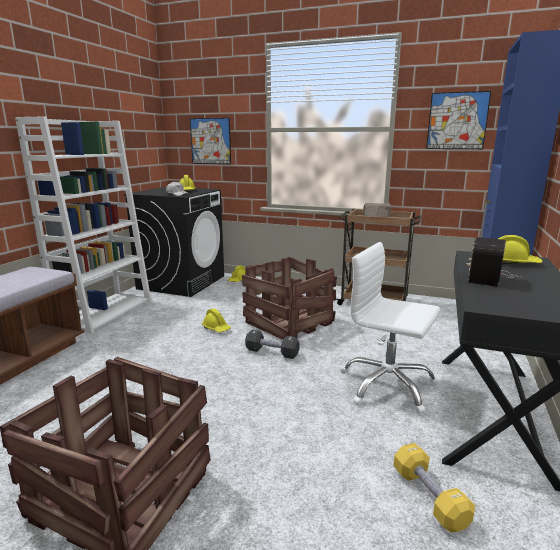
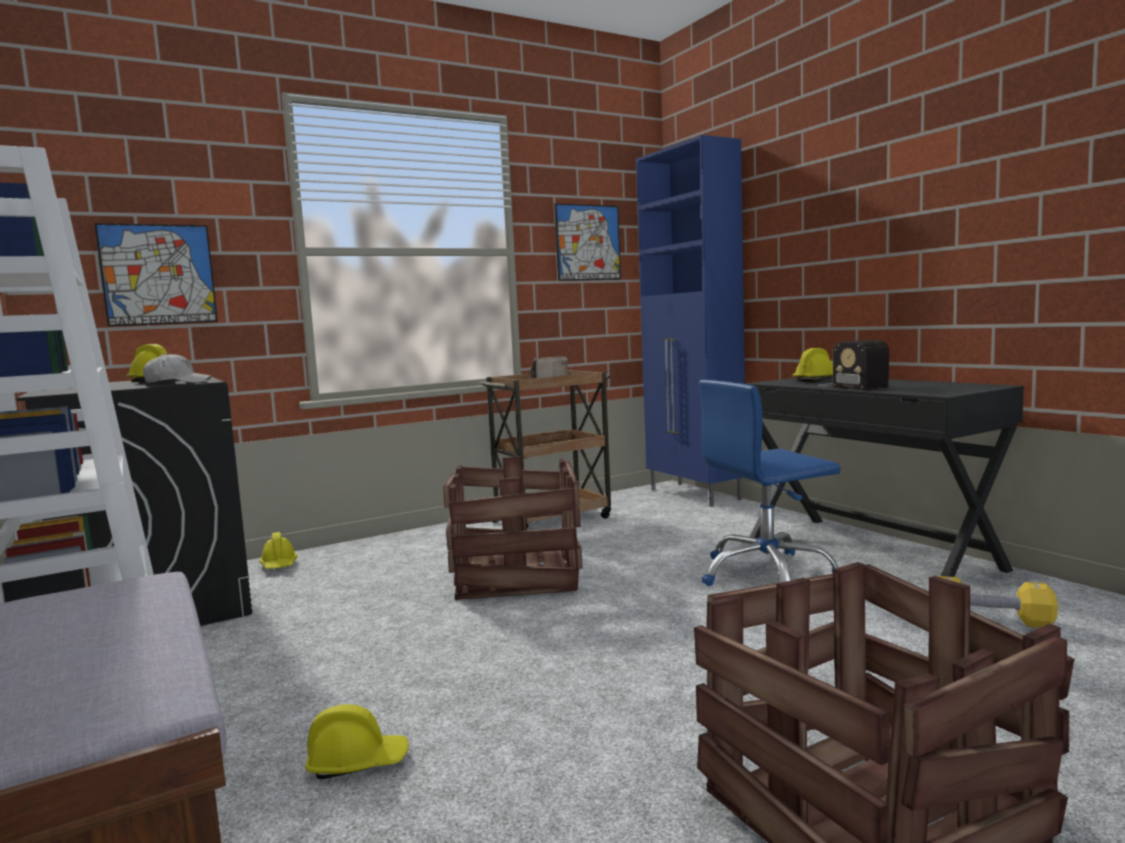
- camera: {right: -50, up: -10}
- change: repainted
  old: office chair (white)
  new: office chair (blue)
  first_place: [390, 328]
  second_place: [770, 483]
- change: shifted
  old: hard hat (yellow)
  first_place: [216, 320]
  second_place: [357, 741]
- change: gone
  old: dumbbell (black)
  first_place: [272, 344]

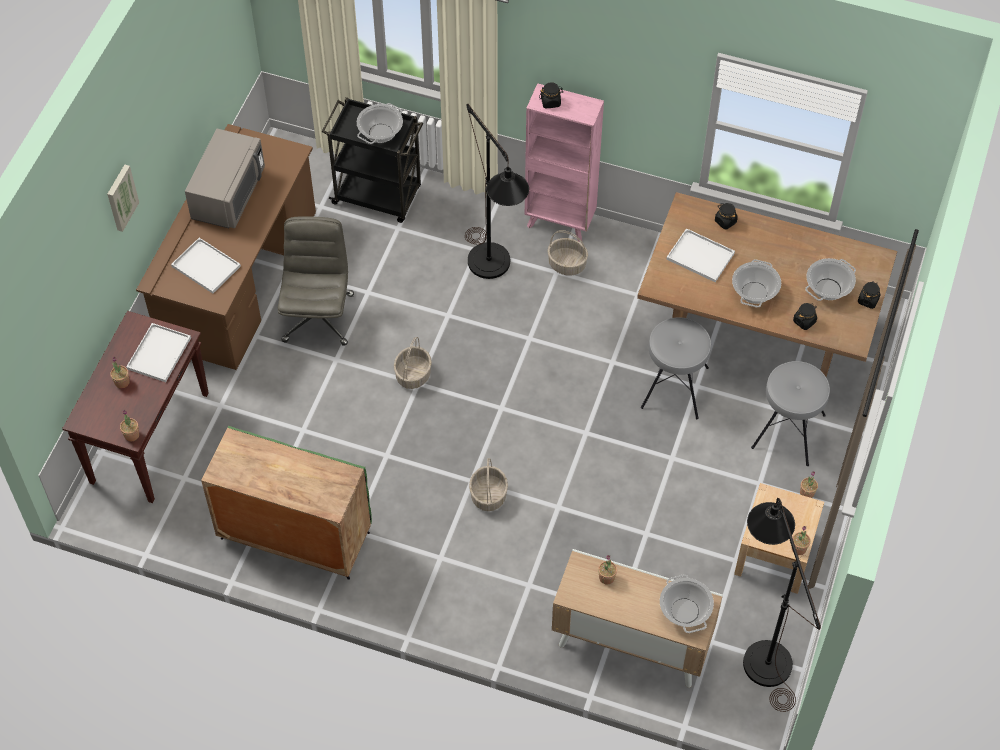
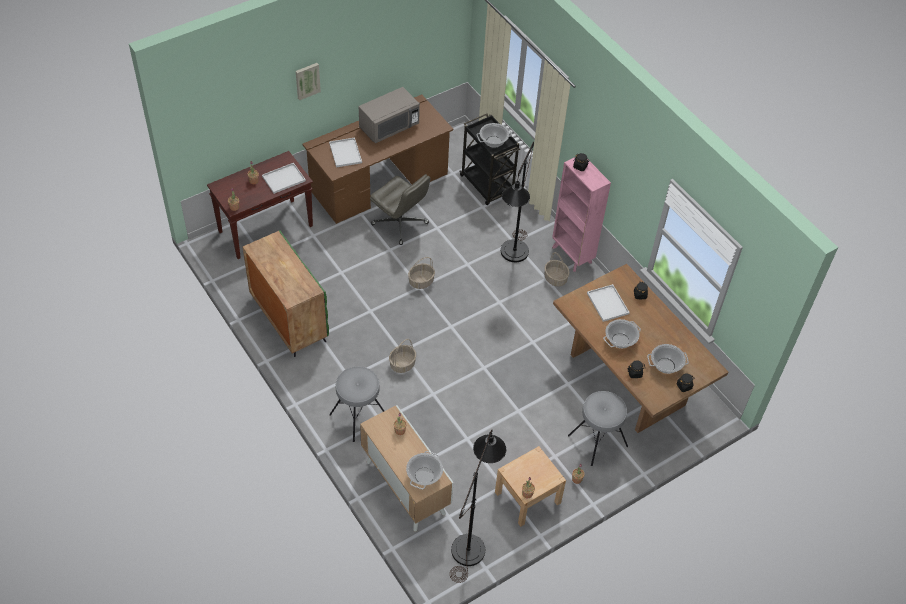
- camera: {right: 35, up: -5}
- change: rotated
  old: office chair (grey)
  first_place: [316, 281]
  second_place: [400, 209]
  degrees: 90
- change: shifted
  old: stool (grey)
  first_place: [676, 368]
  second_place: [356, 404]

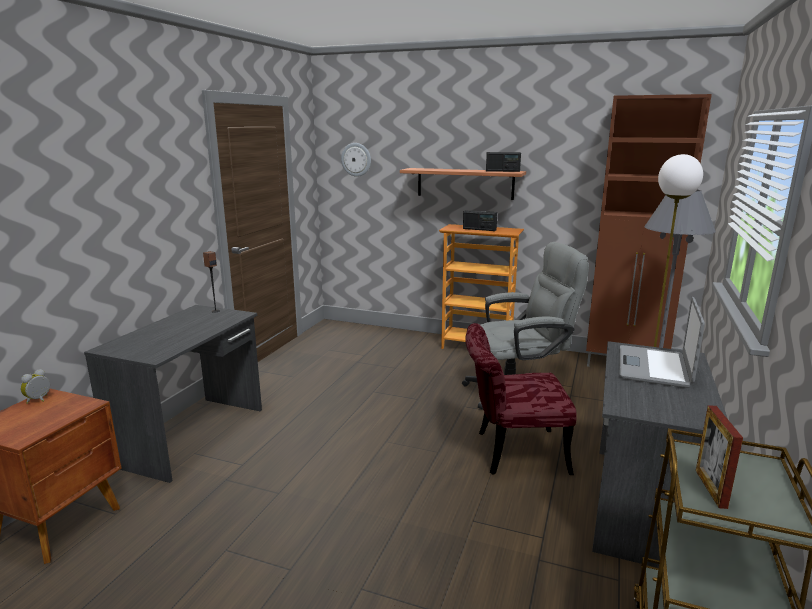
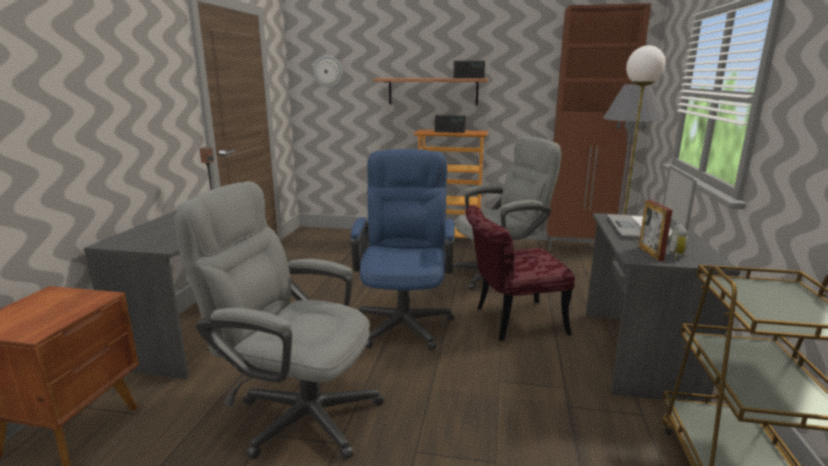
- camera: {right: -10, up: 0}
- change: shifted
  old: alarm clock
  first_place: [35, 386]
  second_place: [679, 241]
- change: shifted
  old: picture frame
  first_place: [719, 457]
  second_place: [656, 230]
- change: new
  new: office chair (blue)
  second_place: [402, 249]
- change: new
  new: office chair (grey)
  second_place: [279, 320]

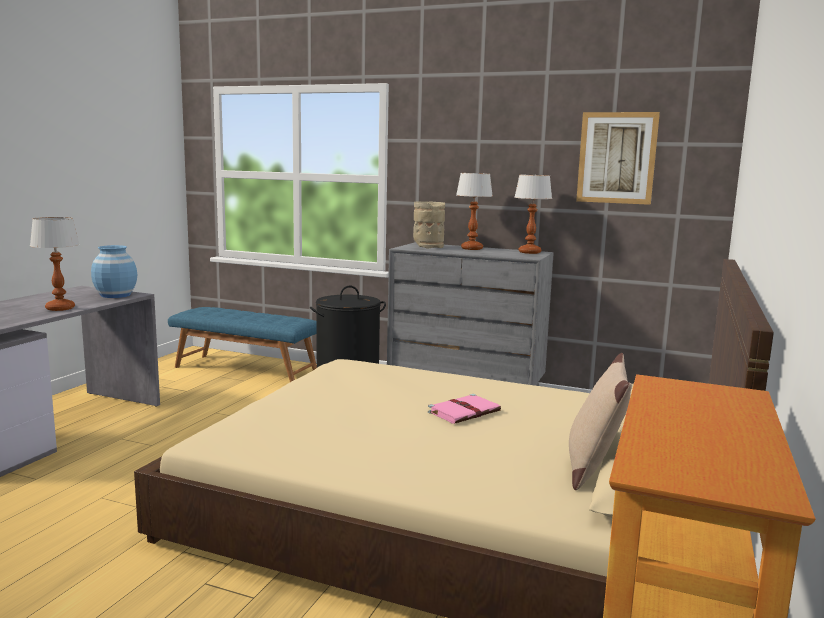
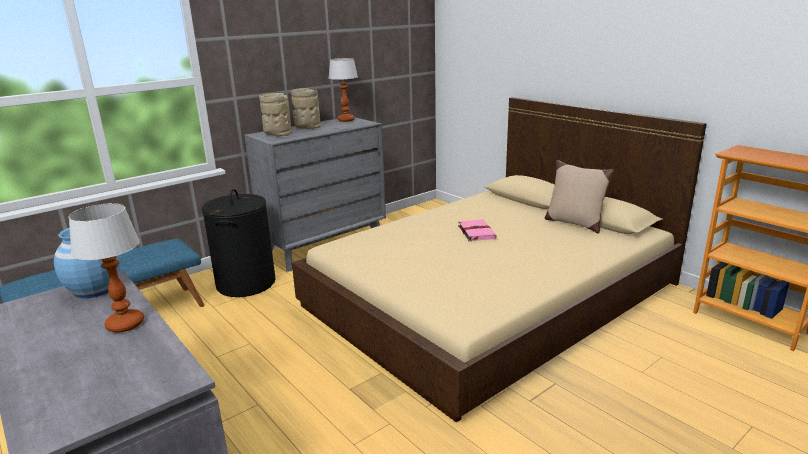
- camera: {right: -60, up: 10}
- change: gone
  old: picture
  first_place: [618, 158]
- change: swapped
  old: table lamp
  new: vase (beige)
  first_place: [474, 211]
  second_place: [306, 108]

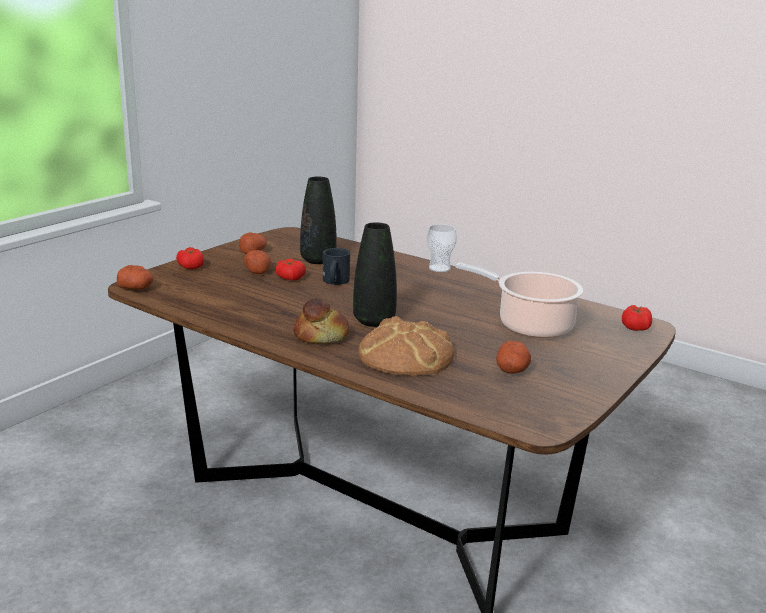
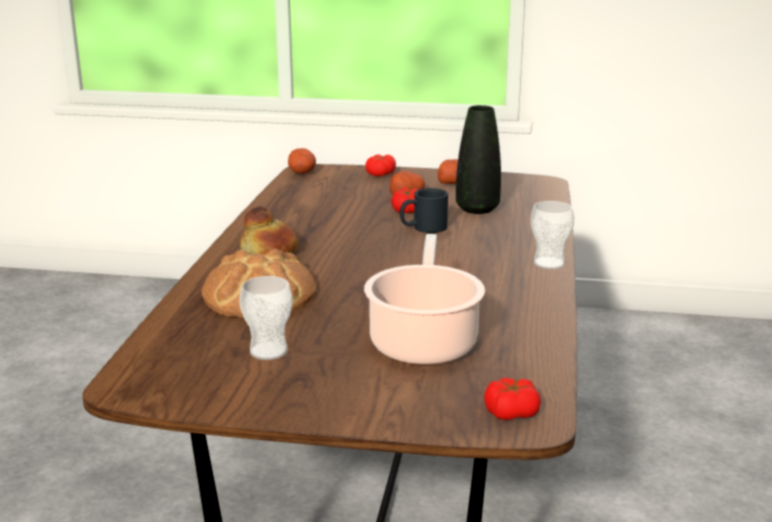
- camera: {right: 65, up: 0}
- change: gone
  old: vase (black)
  first_place: [375, 274]
- change: swapped
  old: potato
  new: cup
  first_place: [513, 357]
  second_place: [266, 318]

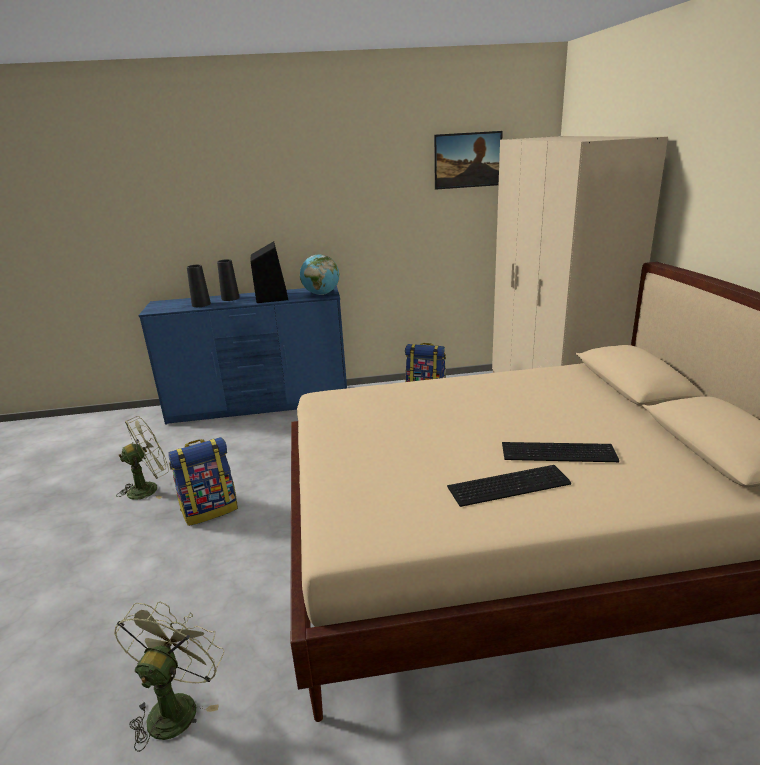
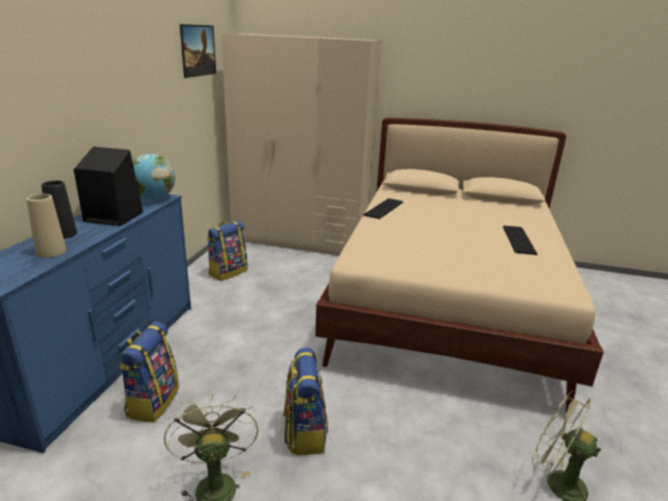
- camera: {right: -70, up: 0}
- change: repainted
  old: vase (black)
  new: vase (beige)
  first_place: [199, 286]
  second_place: [47, 226]
- change: shifted
  old: keyboard
  first_place: [560, 452]
  second_place: [383, 208]
- change: new
  new: backpack
  second_place: [149, 372]

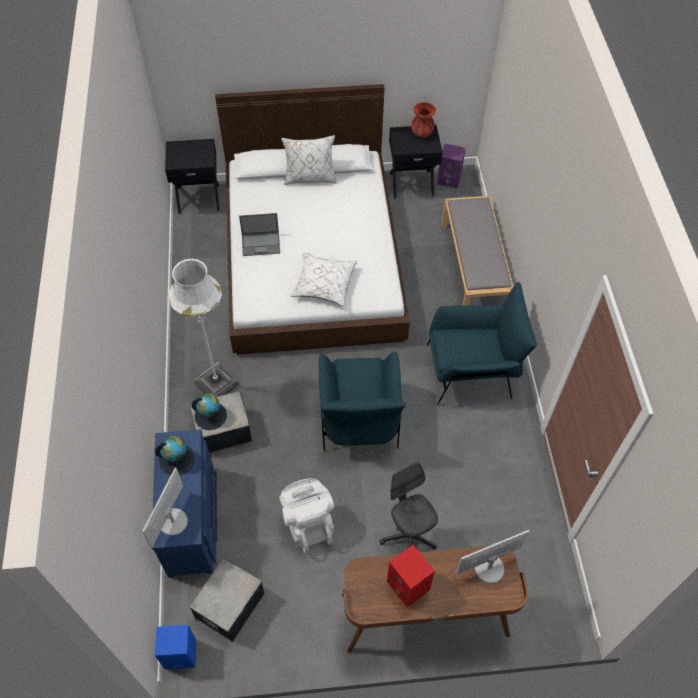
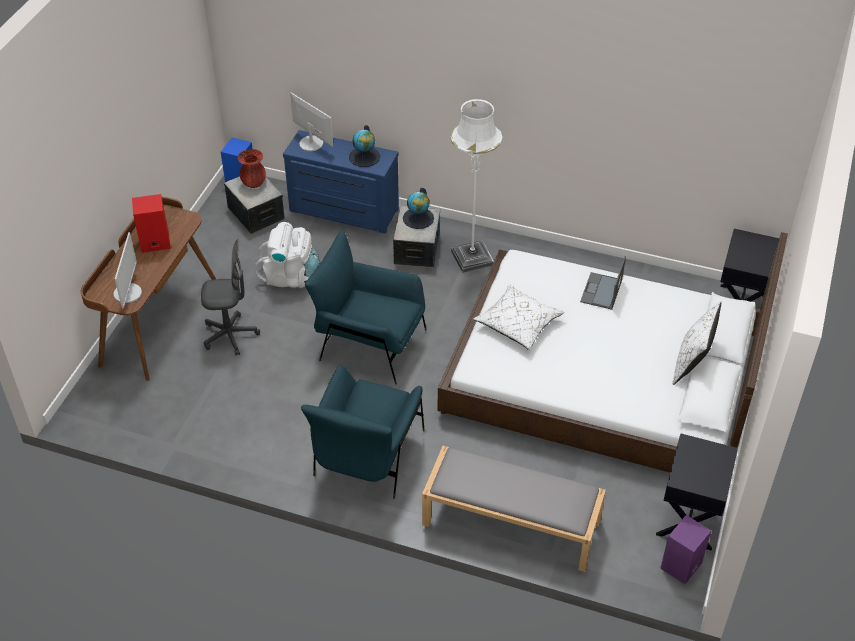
- camera: {right: 115, up: -10}
- change: shifted
  old: vase (red)
  first_place: [423, 120]
  second_place: [252, 168]

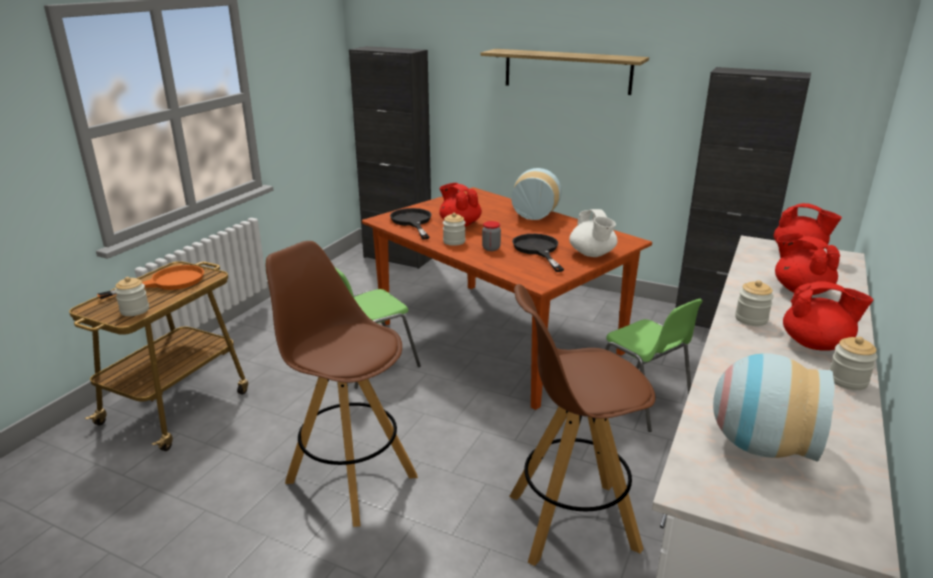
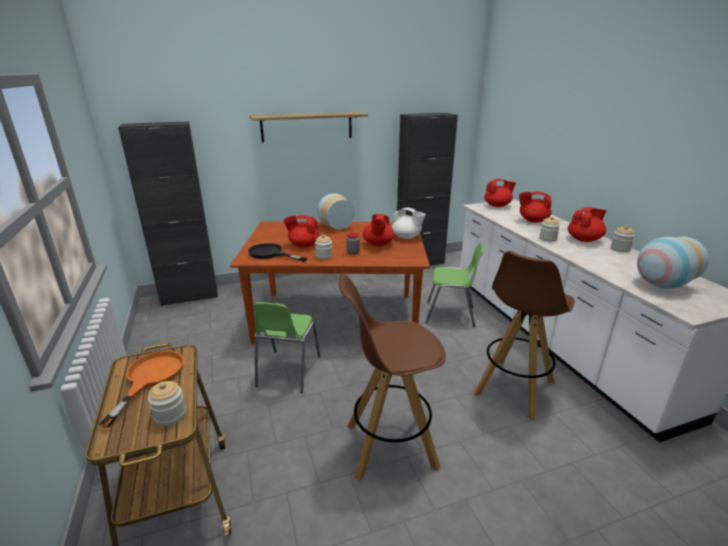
- camera: {right: -45, up: 0}
- change: swapped
  old: frying pan (black)
  new: teapot (red)
  first_place: [538, 253]
  second_place: [378, 230]

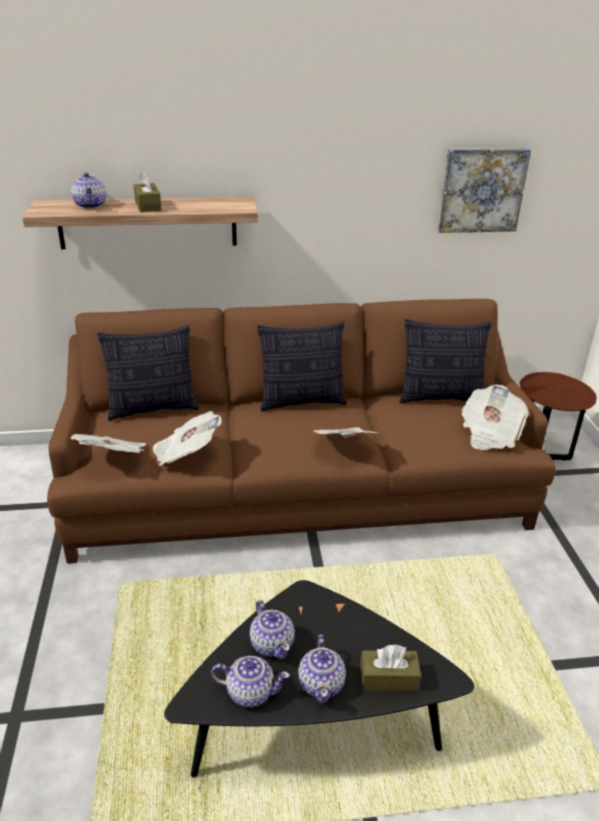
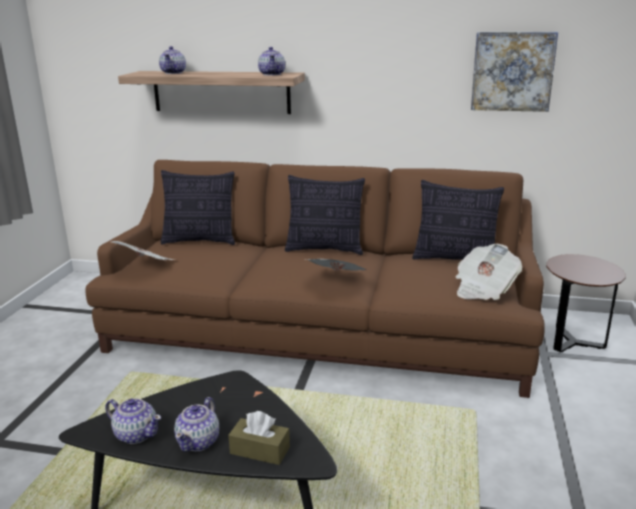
- camera: {right: 20, up: -10}
- change: gone
  old: tissue box (brown)
  first_place: [148, 191]
- change: gone
  old: newspaper
  first_place: [187, 438]
- change: shifted
  old: teapot
  first_place: [272, 629]
  second_place: [271, 61]

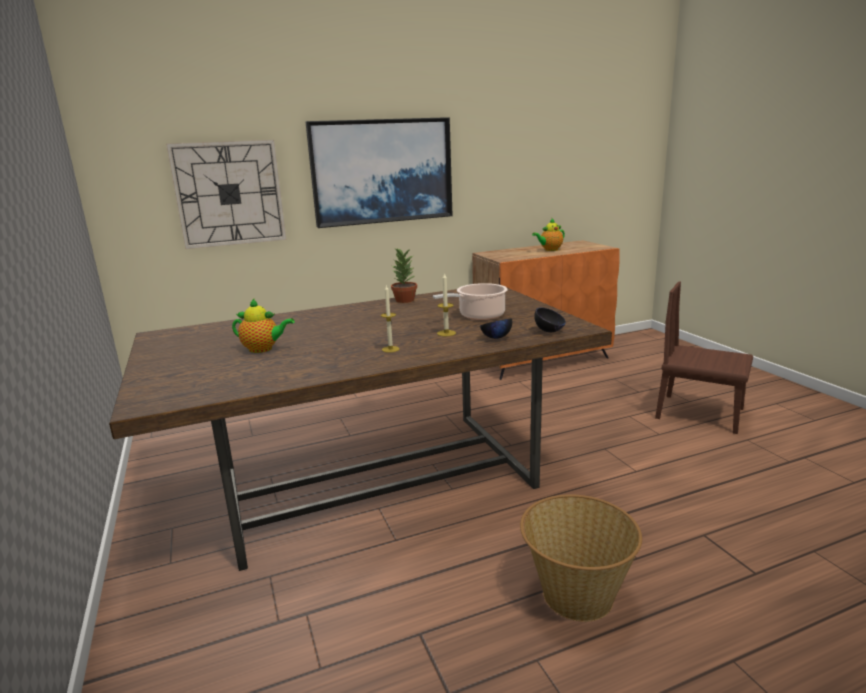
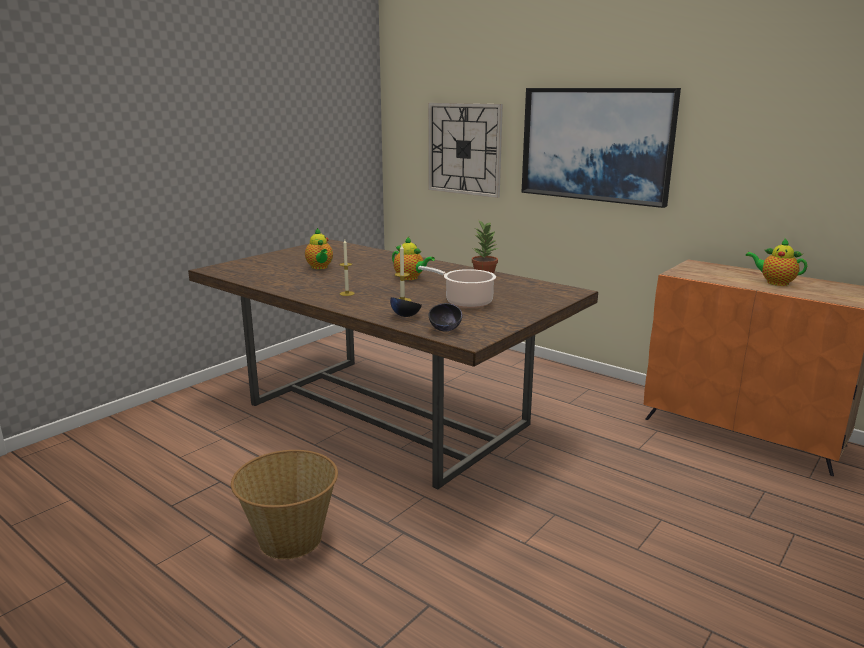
- camera: {right: 60, up: 0}
- change: gone
  old: chair (brown)
  first_place: [704, 358]
- change: new
  new: teapot
  second_place: [413, 258]

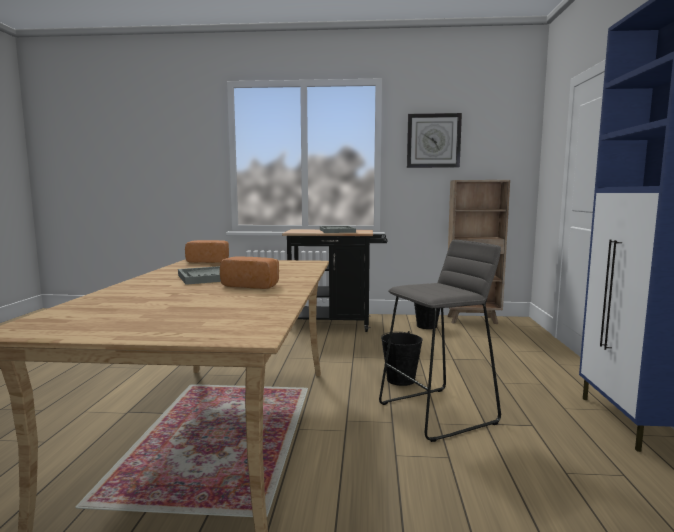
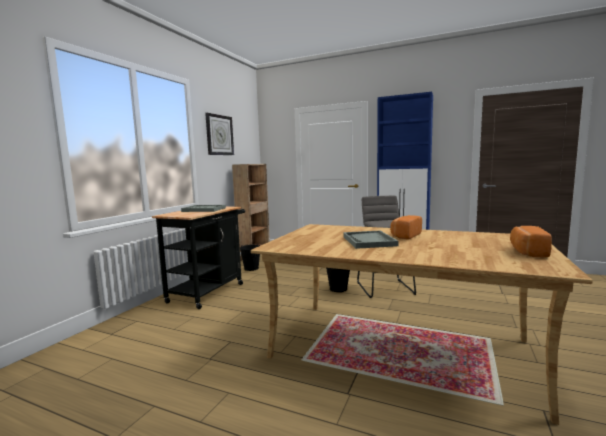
- camera: {right: -70, up: 0}
- change: shifted
  old: bread
  first_place: [207, 251]
  second_place: [531, 242]

